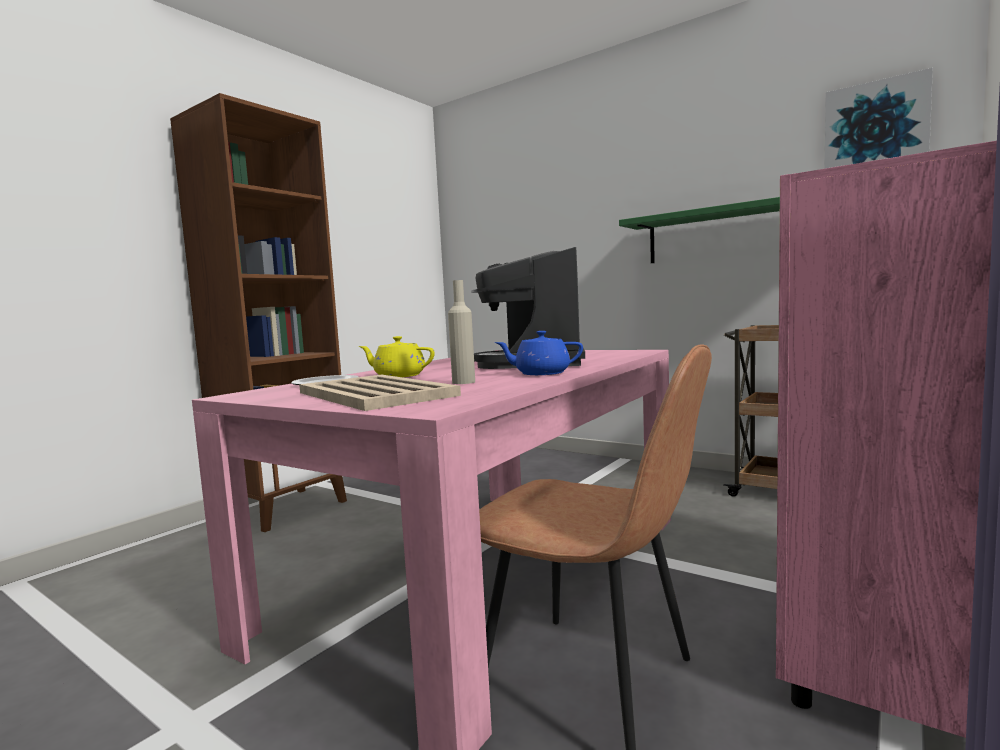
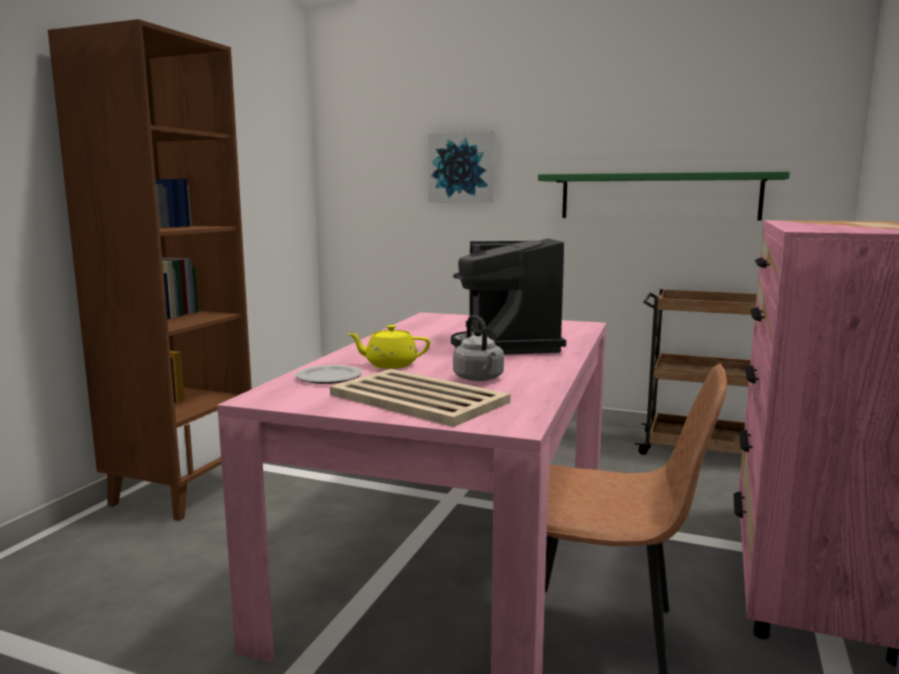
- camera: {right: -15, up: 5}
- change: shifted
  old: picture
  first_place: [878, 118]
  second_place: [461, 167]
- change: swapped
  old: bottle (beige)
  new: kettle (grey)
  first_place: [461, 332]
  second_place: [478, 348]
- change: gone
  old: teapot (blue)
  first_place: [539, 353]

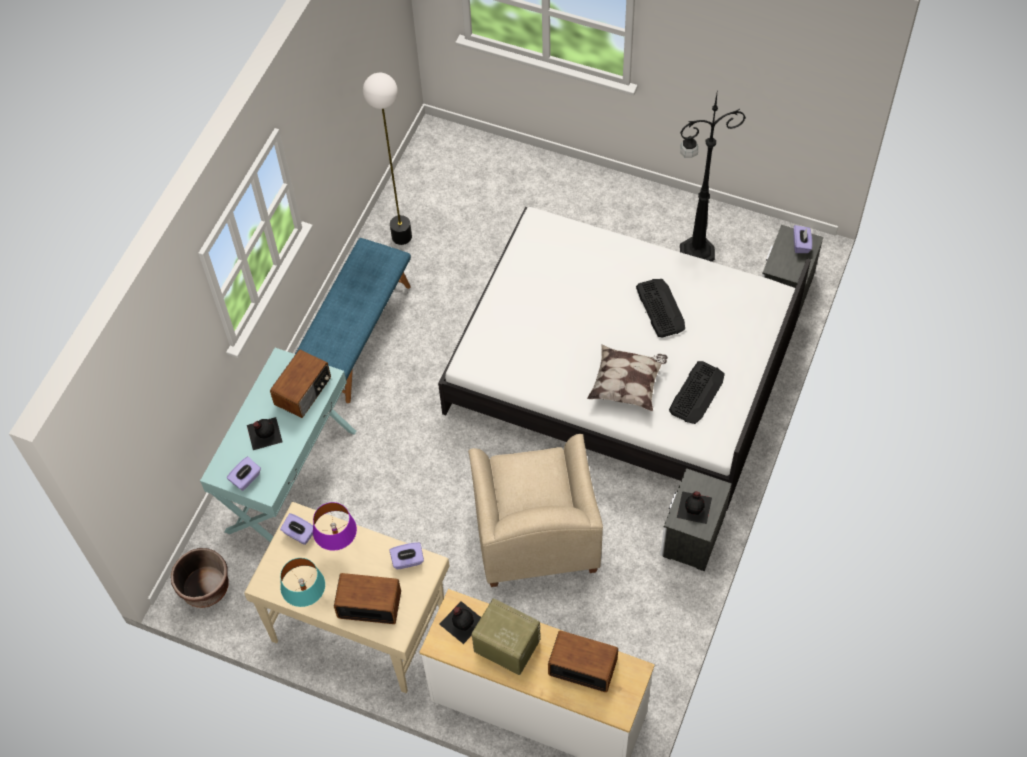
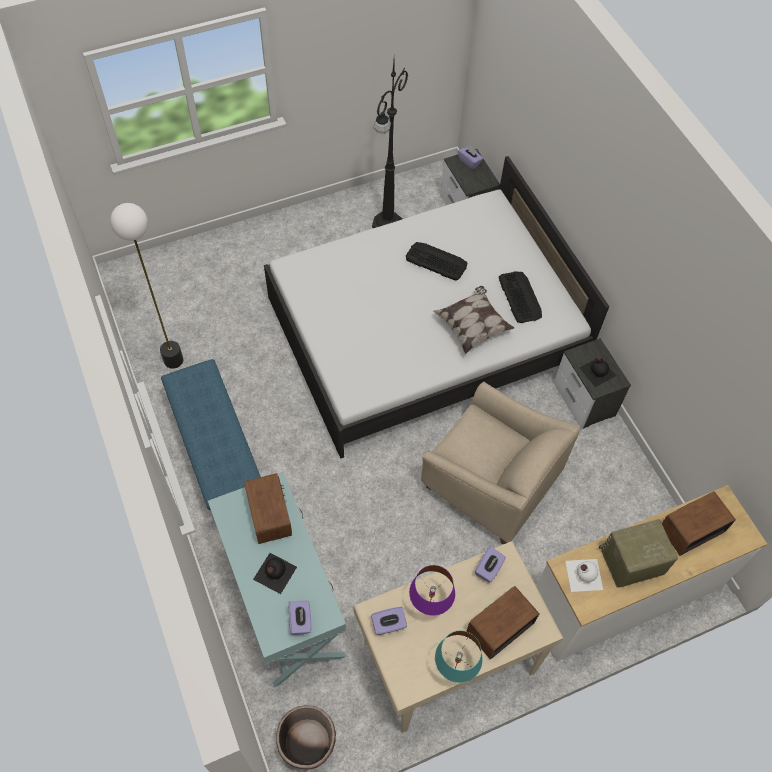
- camera: {right: -50, up: 0}
- change: repainted
  old: bottle (black)
  new: bottle (white)
  first_place: [460, 622]
  second_place: [584, 575]

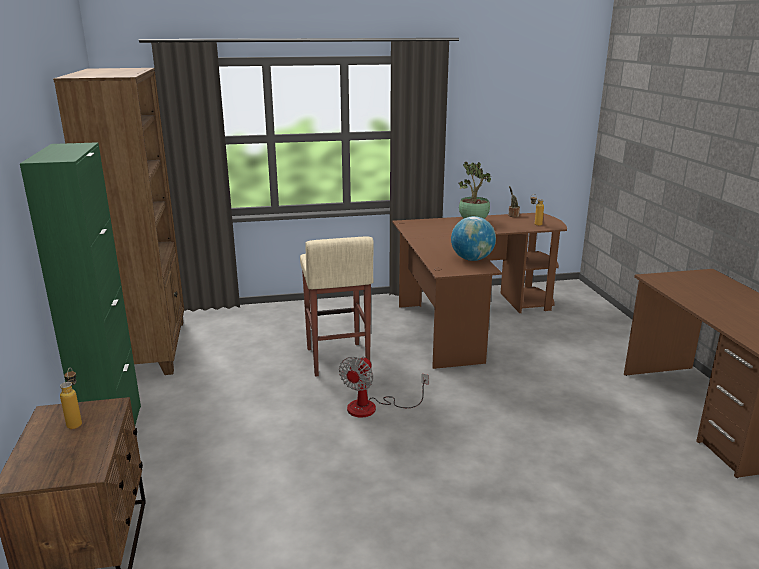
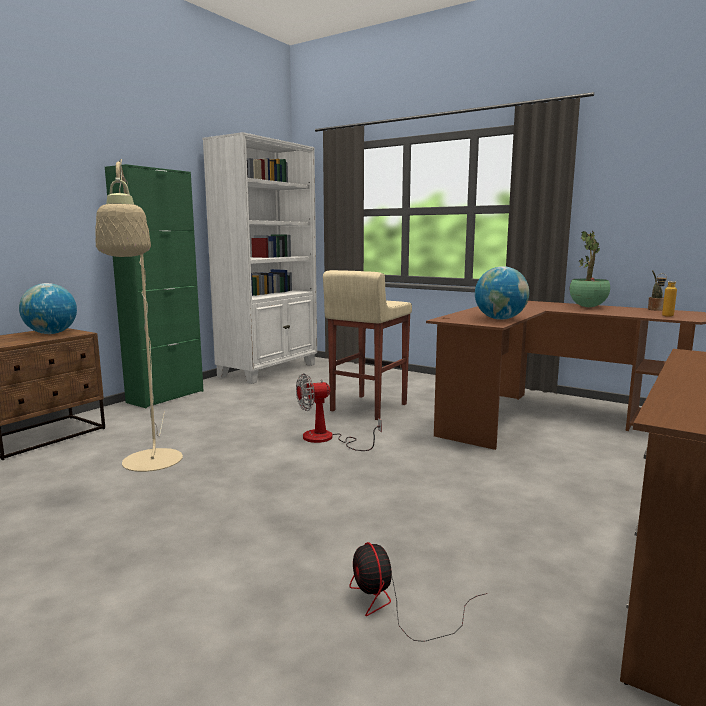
- camera: {right: 45, up: -10}
- change: repainted
  old: bookcase (brown)
  new: bookcase (white)
  first_place: [118, 221]
  second_place: [259, 258]
- change: swapped
  old: bottle
  new: globe
  first_place: [71, 398]
  second_place: [48, 308]
- change: new
  new: floor lamp (beige)
  second_place: [139, 315]
- change: new
  new: fan
  second_place: [418, 592]

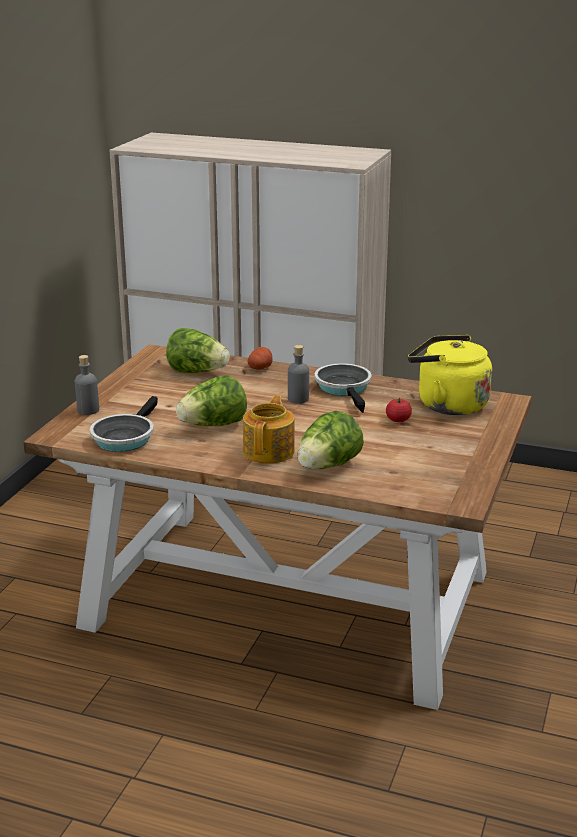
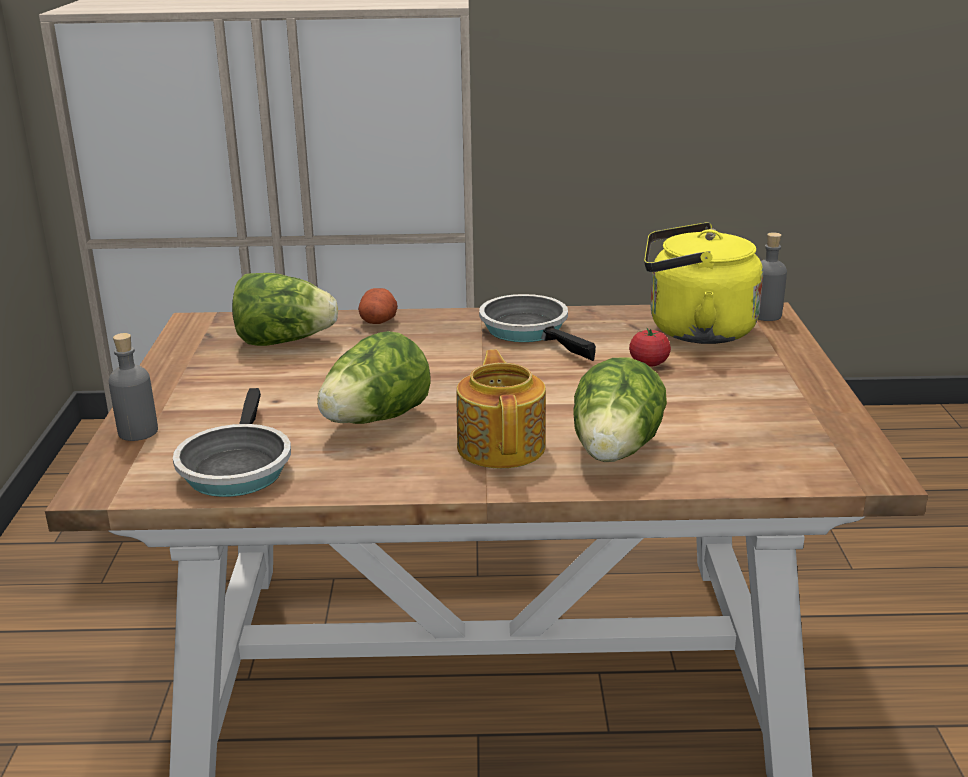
- camera: {right: -20, up: 0}
- change: shifted
  old: bottle (grey)
  first_place: [298, 374]
  second_place: [772, 276]

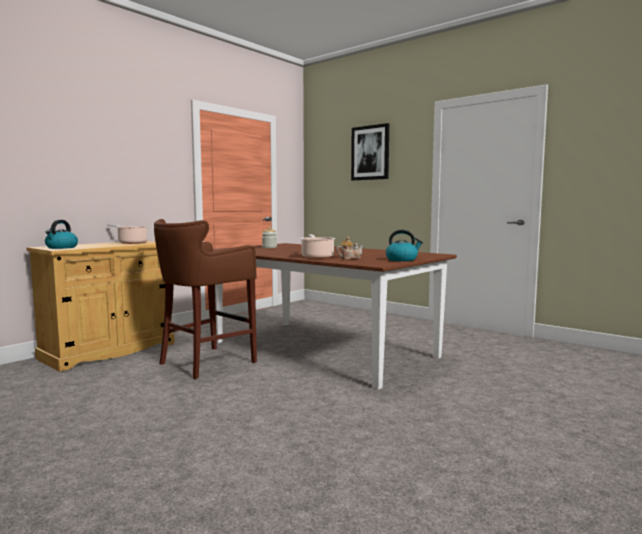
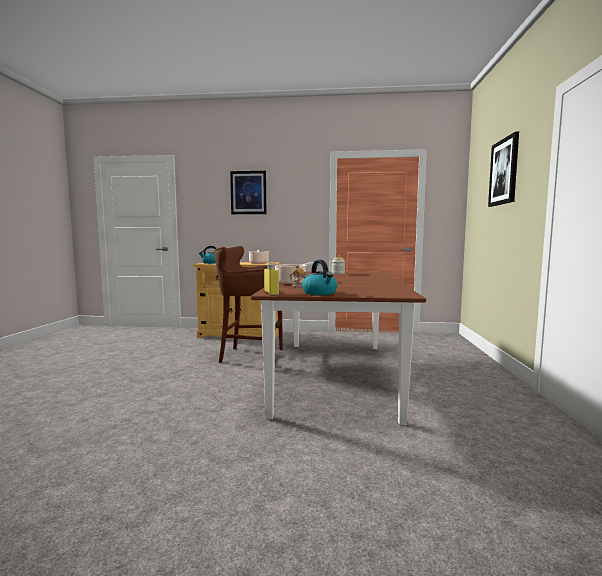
- camera: {right: 55, up: 0}
- change: new
  new: picture
  second_place: [248, 192]
- change: new
  new: bottle (yellow)
  second_place: [271, 279]

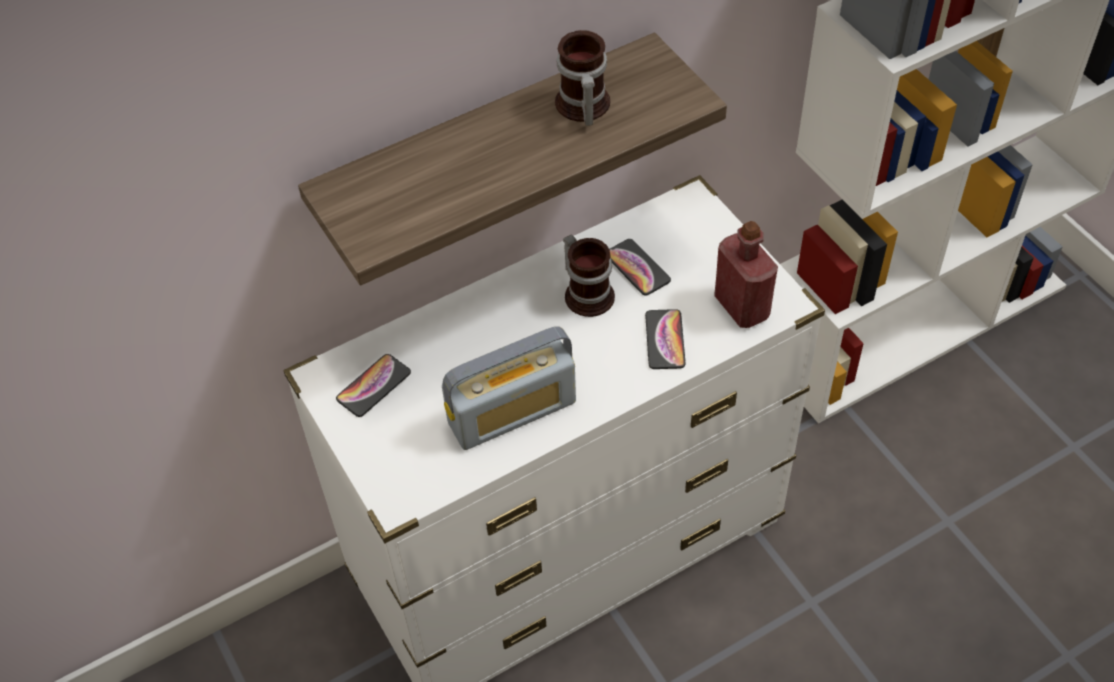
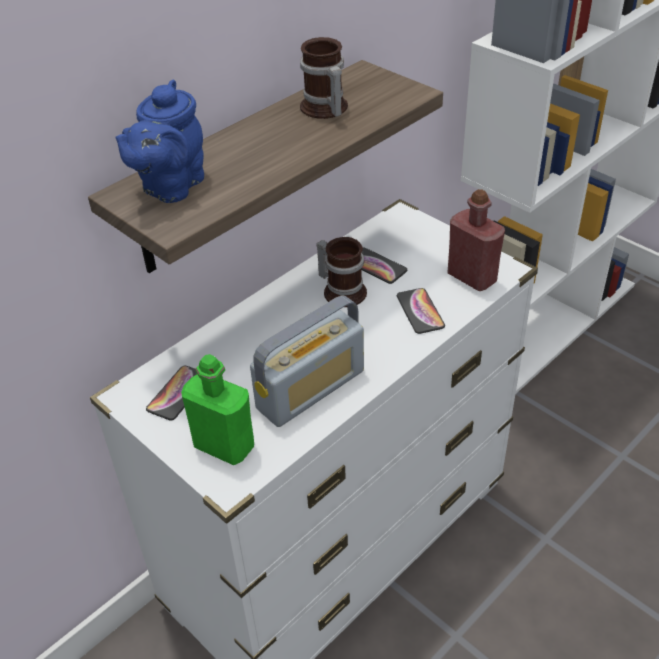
- camera: {right: -15, up: -10}
- change: new
  new: teapot (blue)
  second_place: [159, 141]
- change: new
  new: bottle (green)
  second_place: [217, 409]

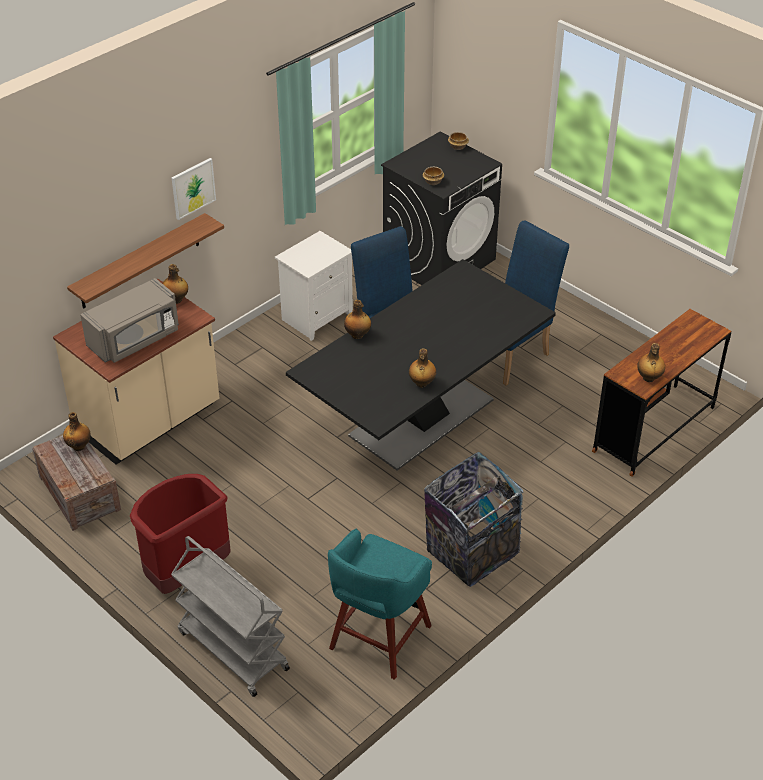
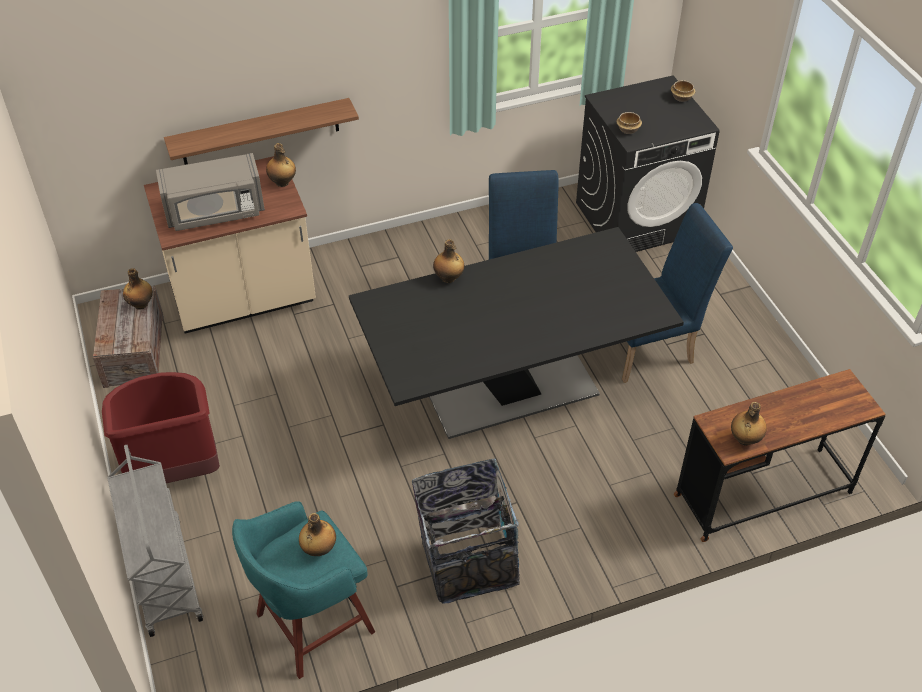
- camera: {right: 25, up: 5}
- change: gone
  old: picture
  first_place: [194, 189]
- change: gone
  old: nightstand (white)
  first_place: [314, 286]
- change: shifted
  old: bottle
  first_place: [422, 368]
  second_place: [317, 534]

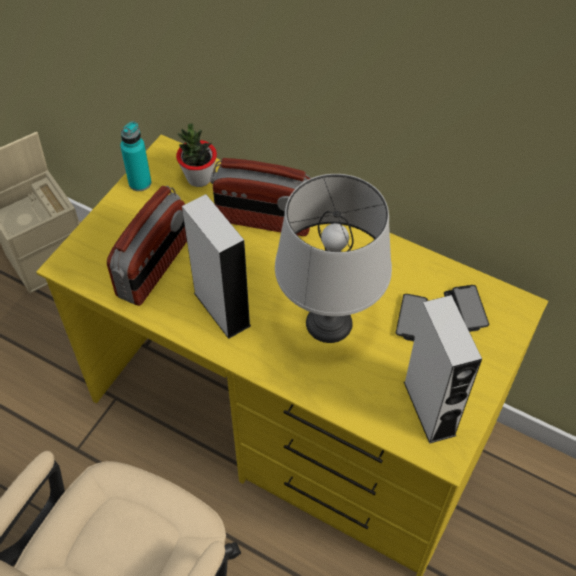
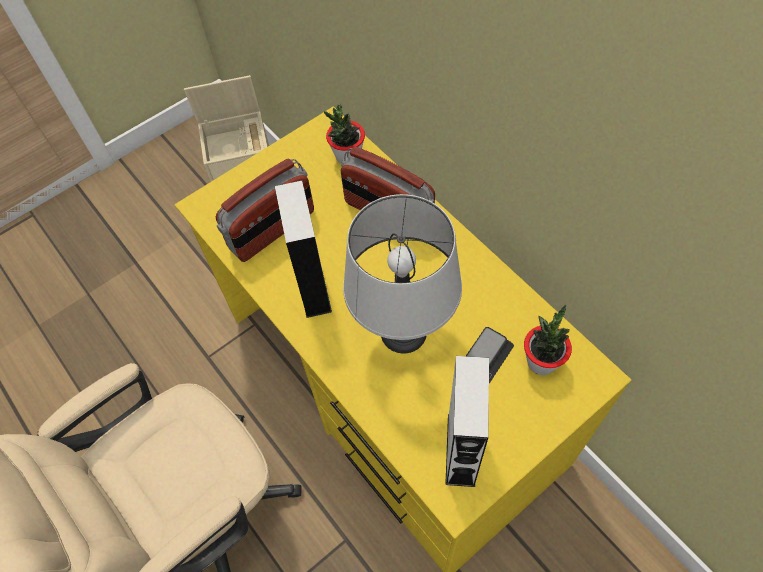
- camera: {right: 25, up: 5}
- change: gone
  old: bottle (turquoise)
  first_place: [136, 156]
- change: swapped
  old: phone
  new: potted plant
  first_place: [466, 308]
  second_place: [548, 340]

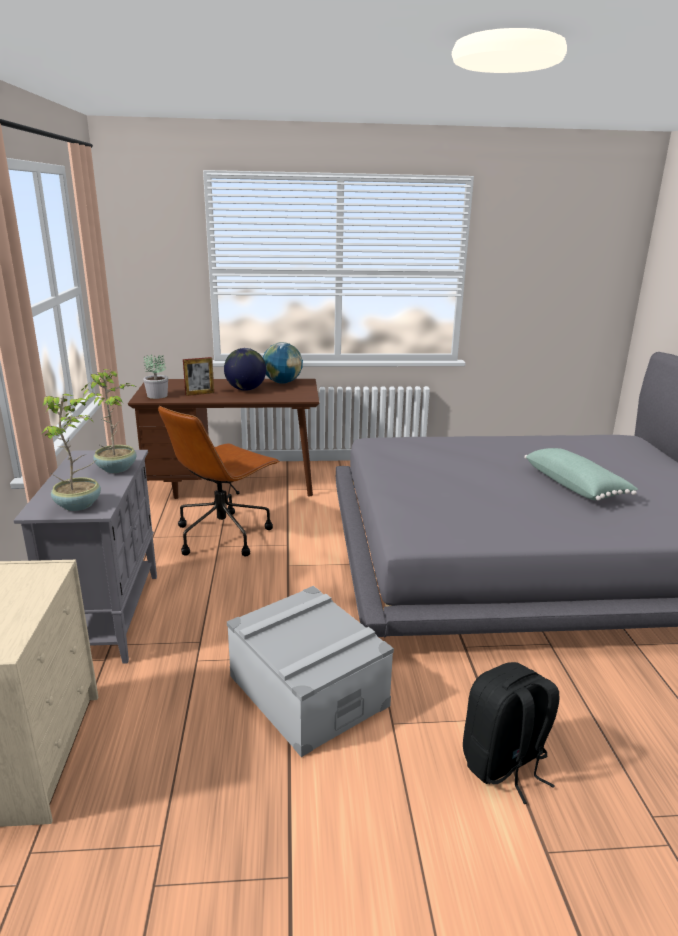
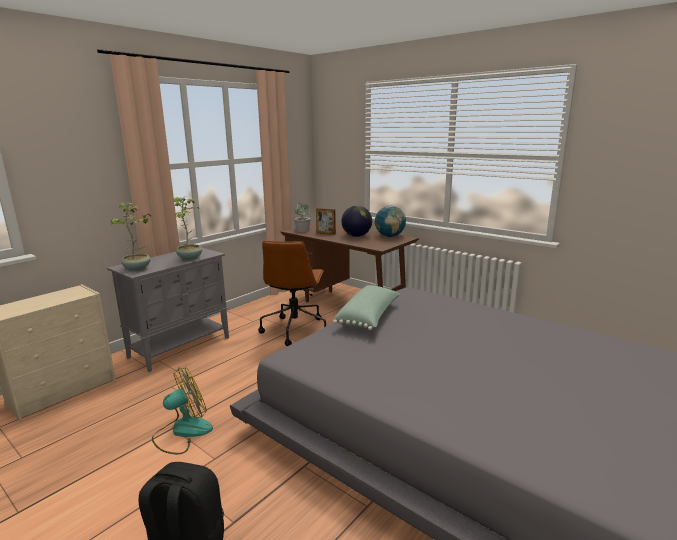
- camera: {right: 45, up: -5}
- change: rotated
  old: office chair (brown)
  first_place: [219, 481]
  second_place: [292, 293]
  degrees: -75
- change: shifted
  old: pillow (green)
  first_place: [581, 474]
  second_place: [366, 307]
- change: swapped
  old: storage box (grey)
  new: fan
  first_place: [310, 671]
  second_place: [182, 410]

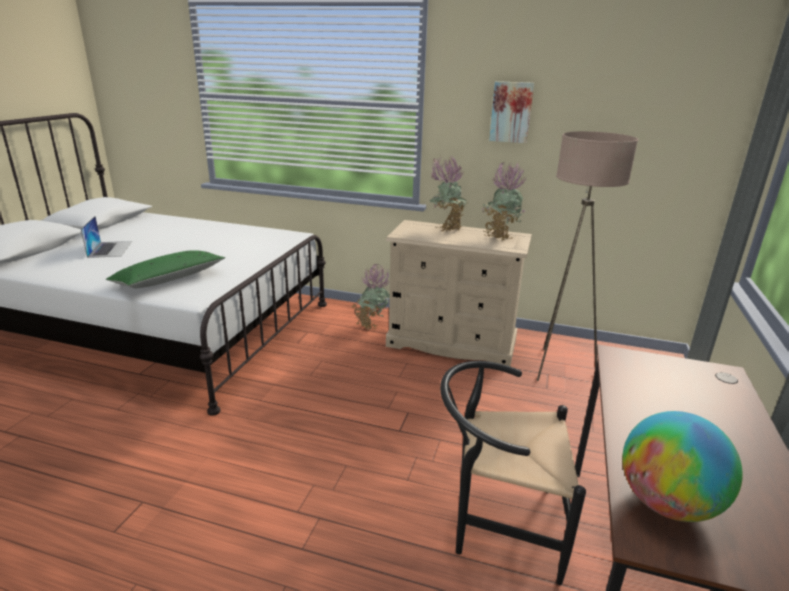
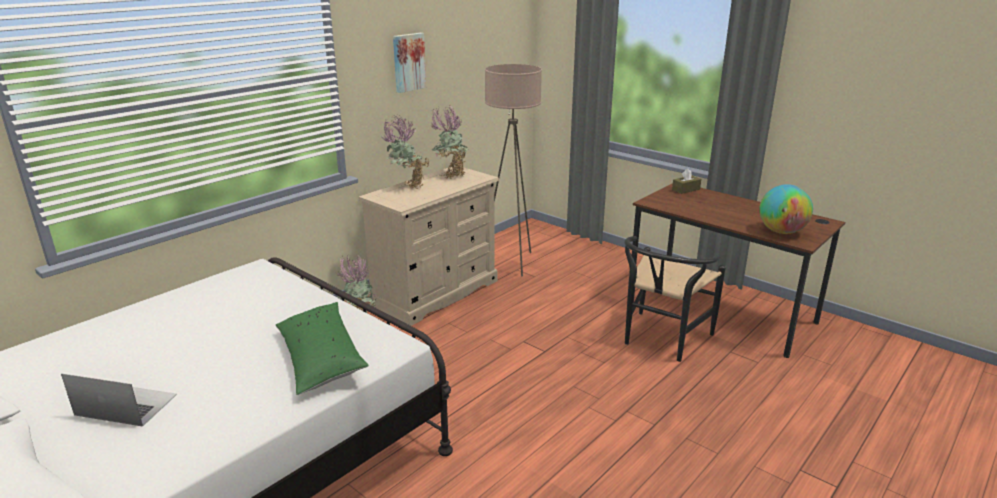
- camera: {right: -65, up: 0}
- change: new
  new: tissue box (brown)
  second_place: [686, 181]

